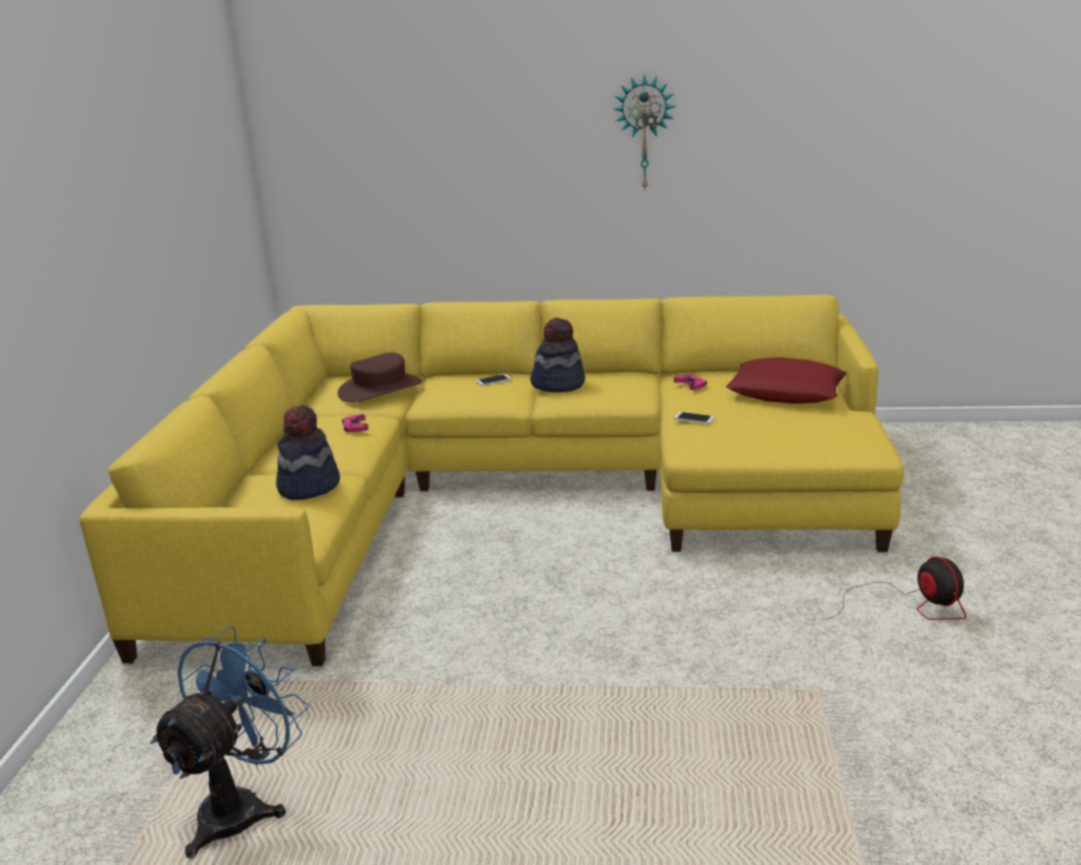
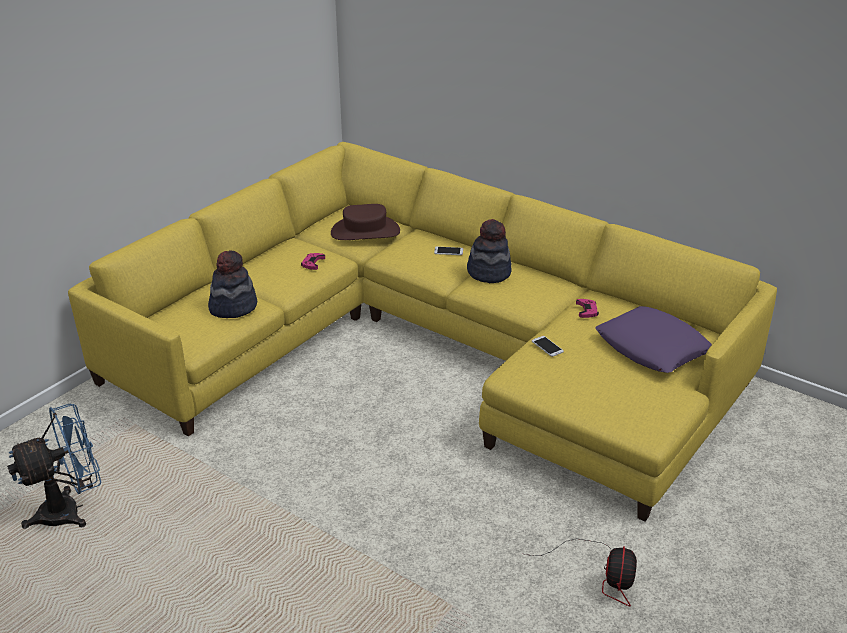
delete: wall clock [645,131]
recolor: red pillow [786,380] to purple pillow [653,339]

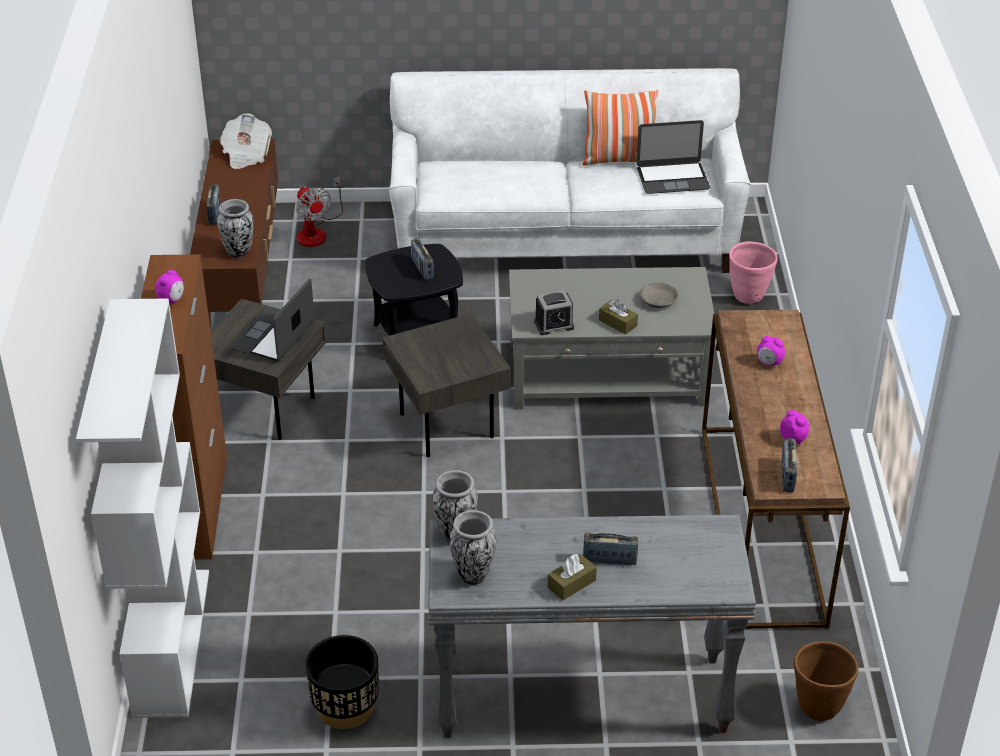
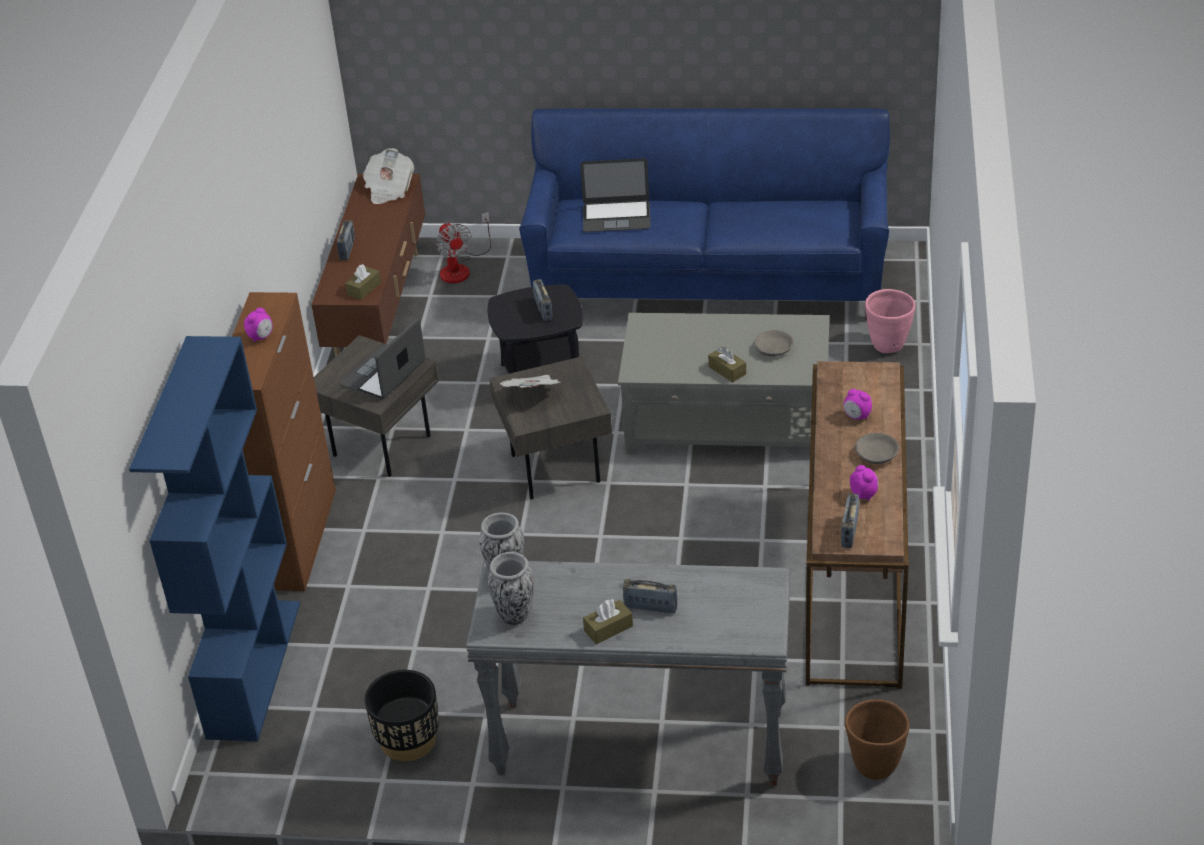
delete: alarm clock [554,312]; pillow [620,127]
insert: newspaper [530,381]; grey bowl [877,448]
move: laptop [673,157] to [615,195]
replace: vase [235,228] to brown tissue box [363,282]
recolor: white bookcase [142,508] to blue bookcase [214,538]; white sofa [570,170] to blue sofa [704,214]

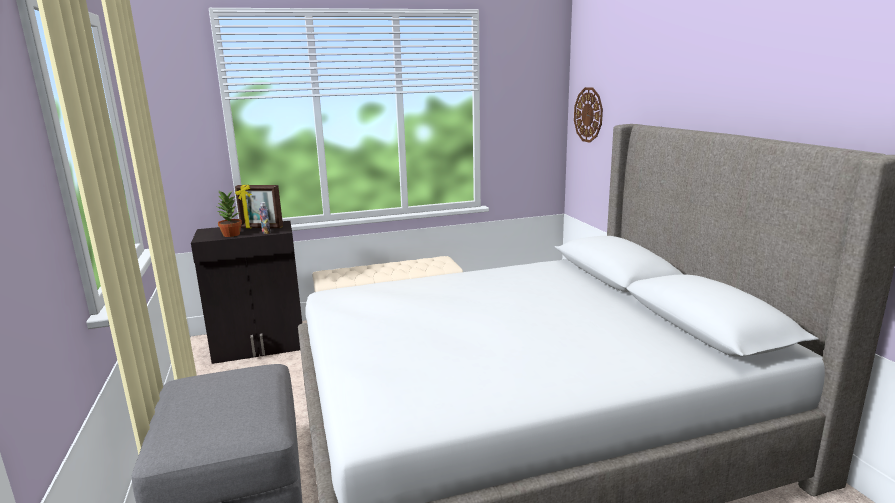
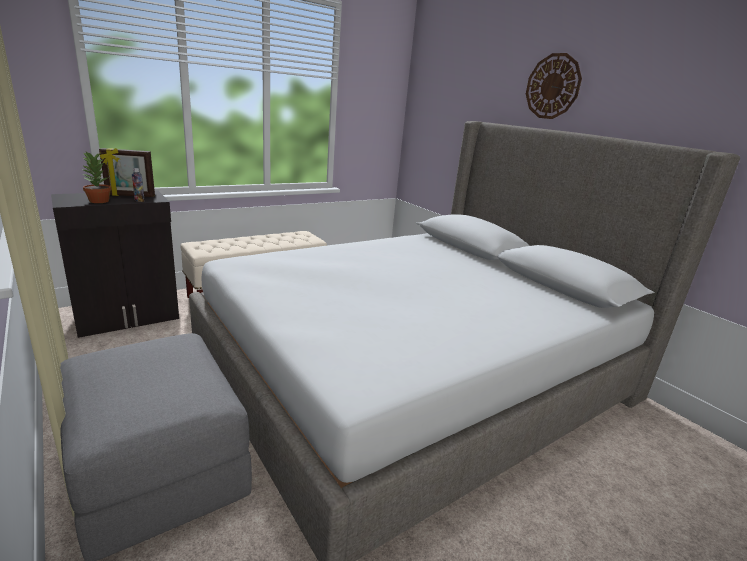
move: wall clock [588,115] to [554,86]

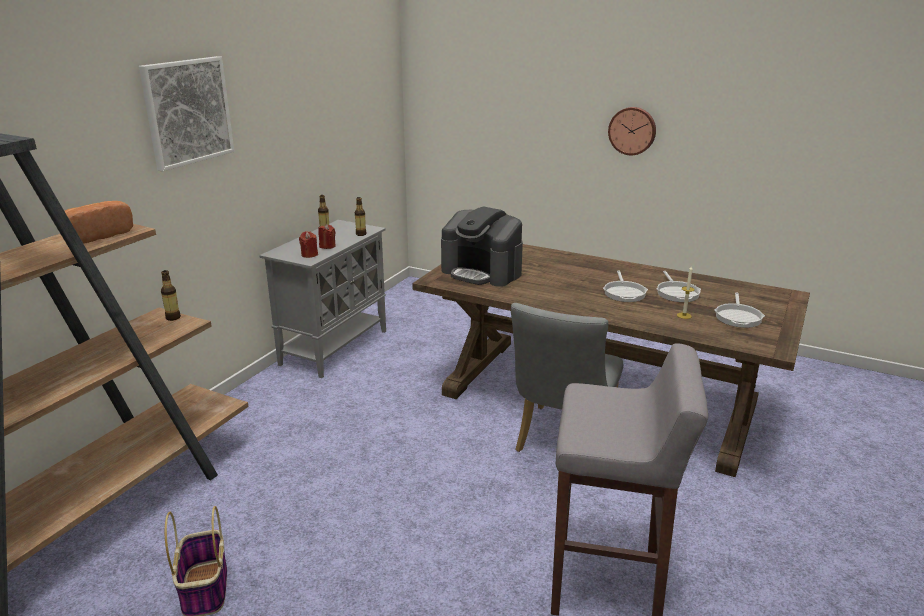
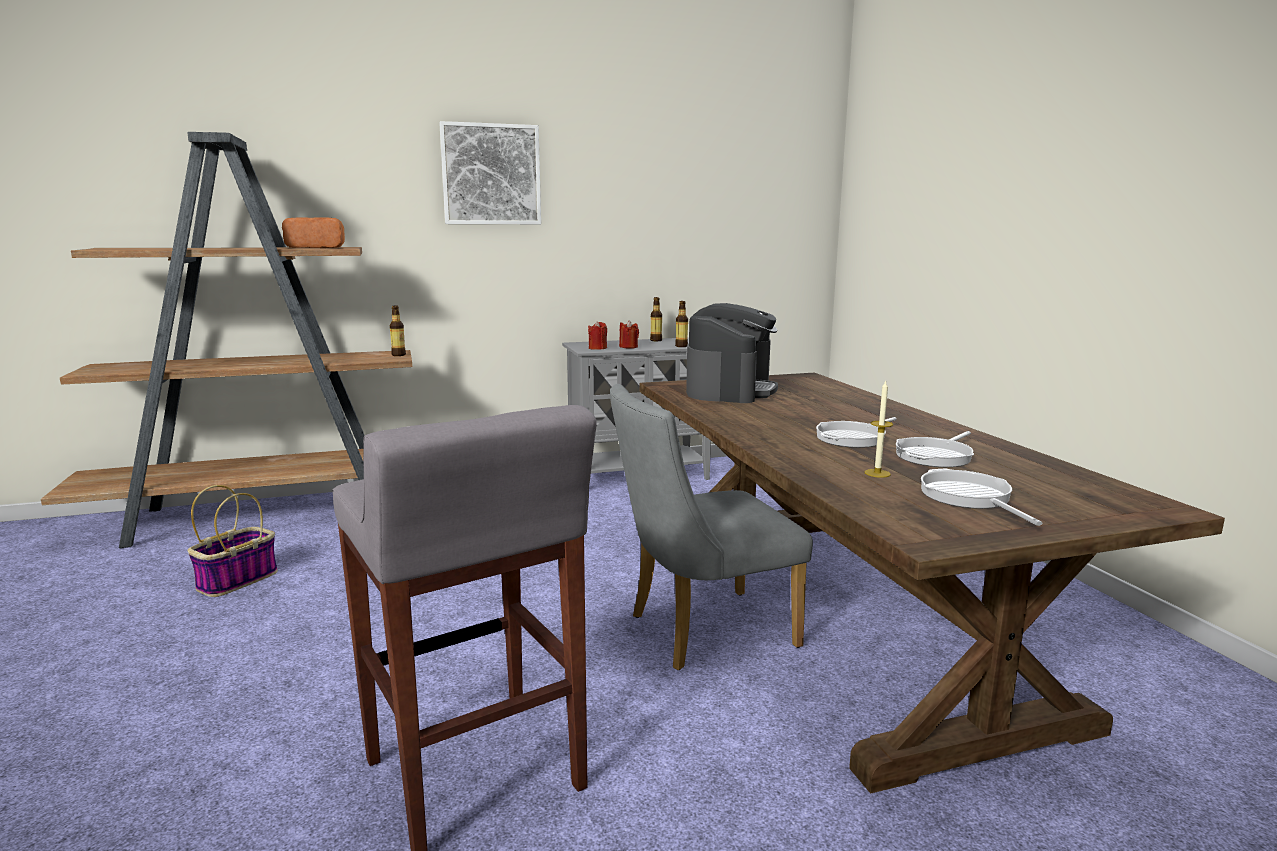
delete: wall clock [632,131]
rotate: coffee machine [482,246] = [732,353] 150 degrees counterclockwise; frying pan [740,310] = [981,497] 105 degrees clockwise

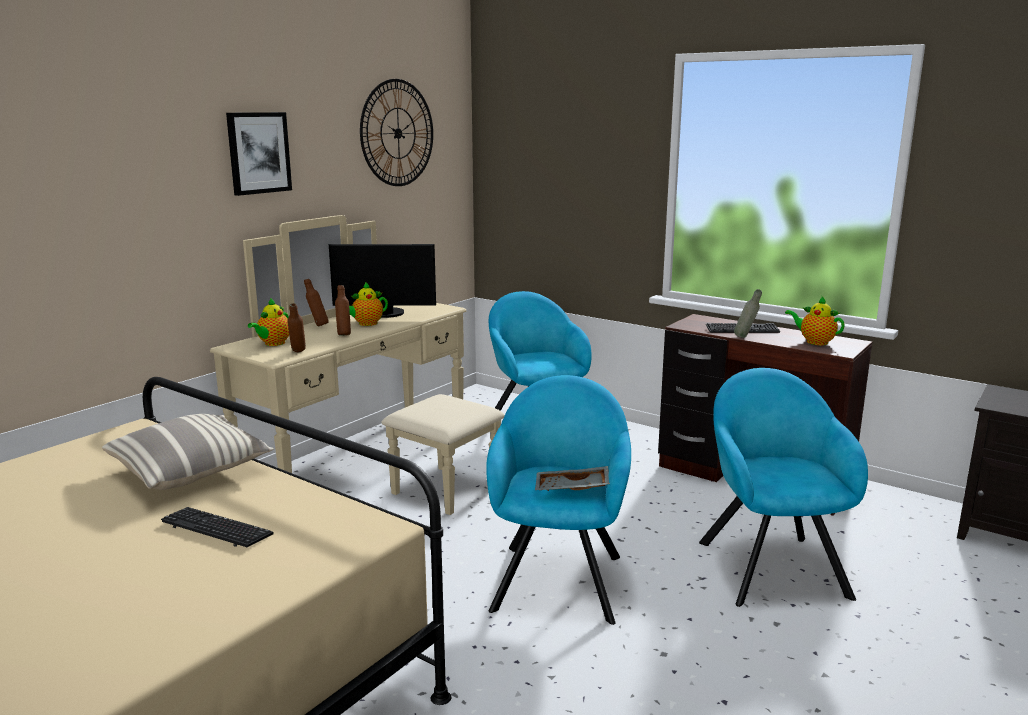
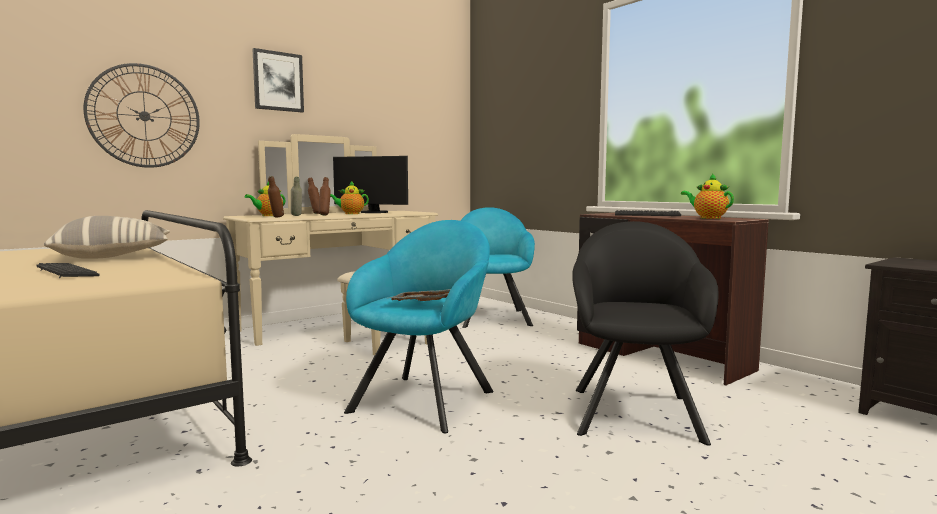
move: wall clock [396,132] to [141,115]; grey bottle [748,313] to [296,196]
recolor: turquoise armchair [783,487] to black armchair [645,333]

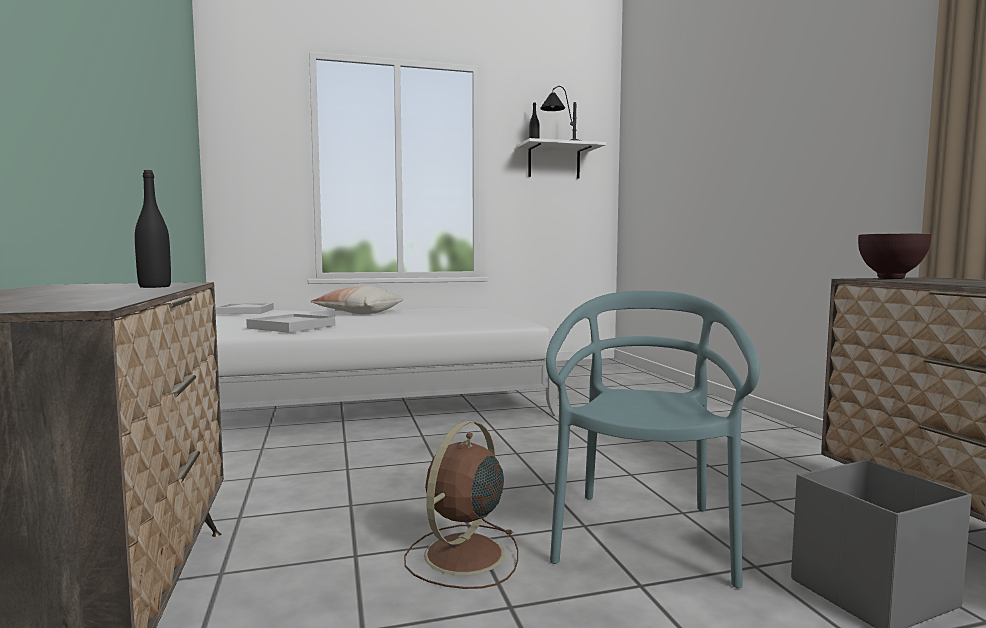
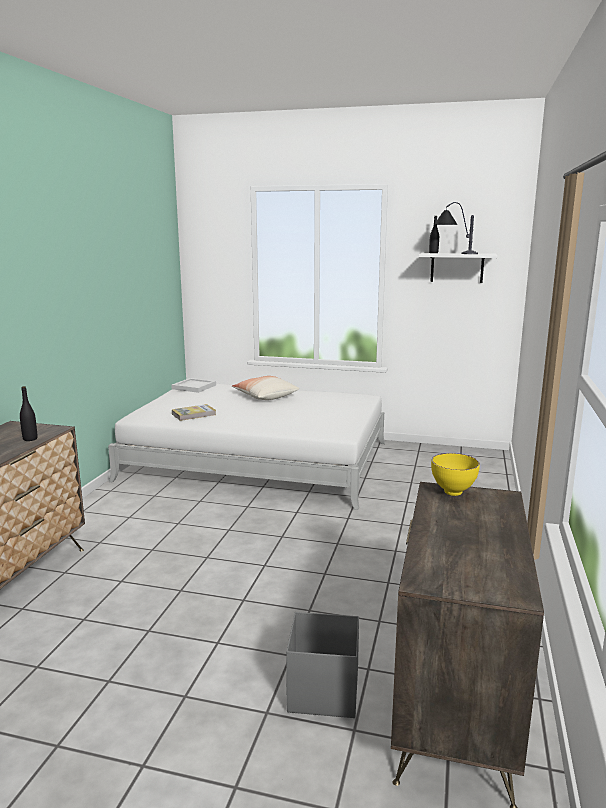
delete: brown fan [461,505]; turquoise chair [653,439]
replace: white tray [290,323] to book [194,412]
recolor: brown bowl [895,256] to yellow bowl [455,474]

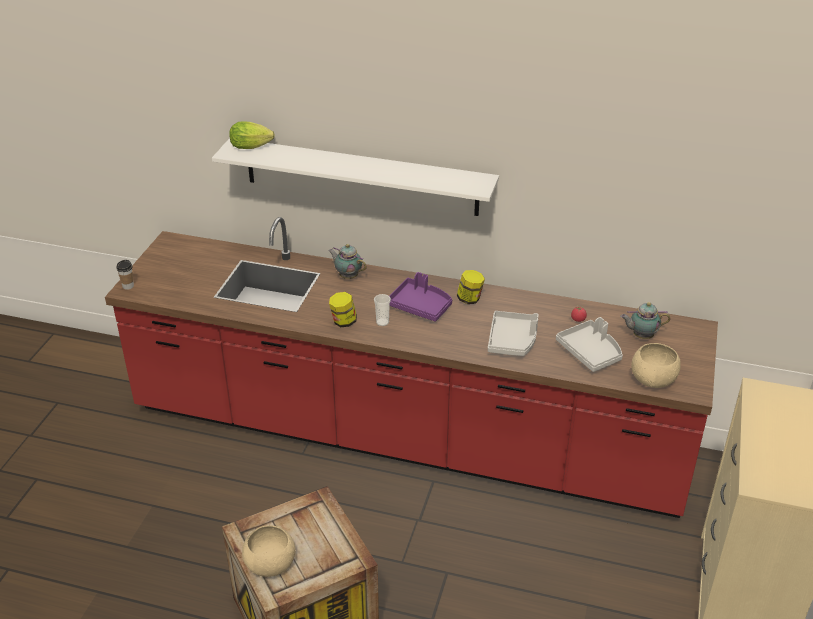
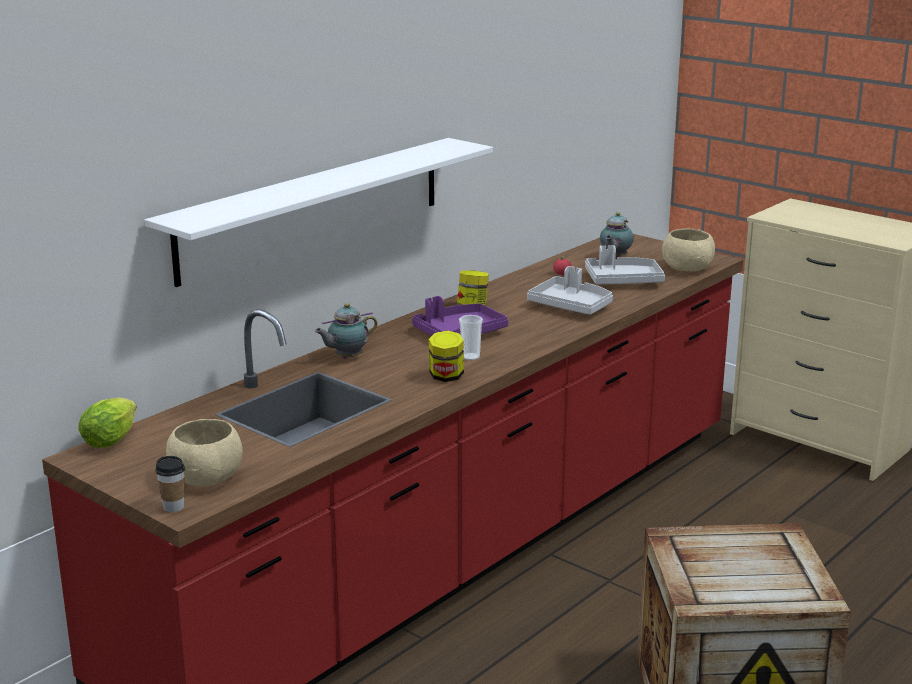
move: lettuce [252,135] to [107,422]; beige bowl [269,551] to [204,452]

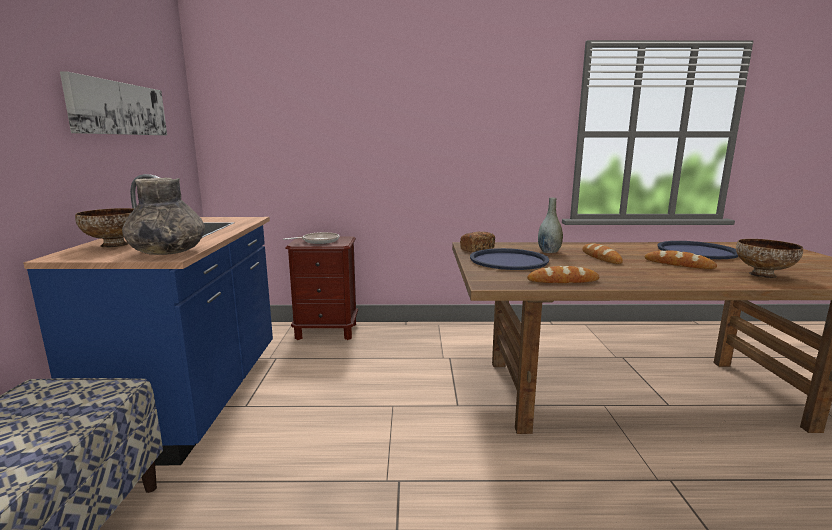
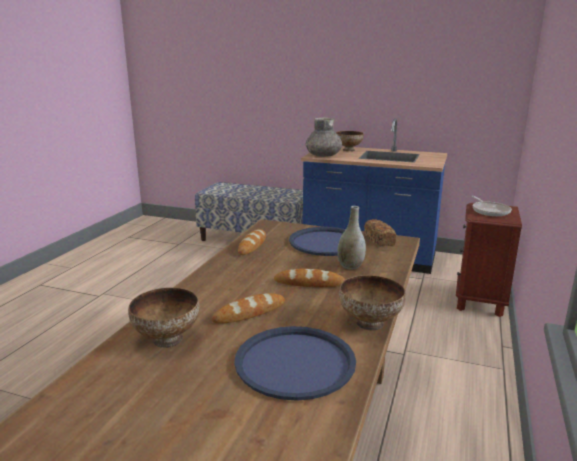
delete: picture [113,103]
insert: bowl [372,303]

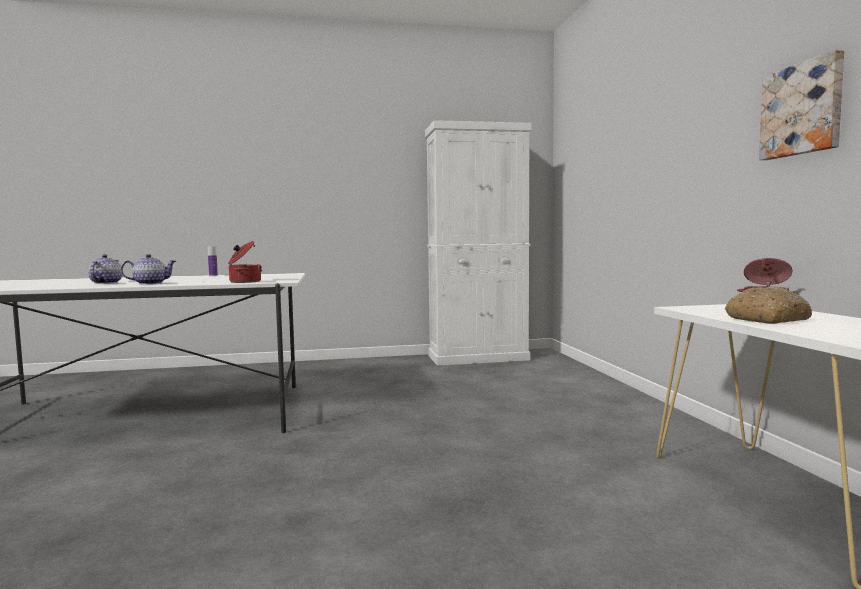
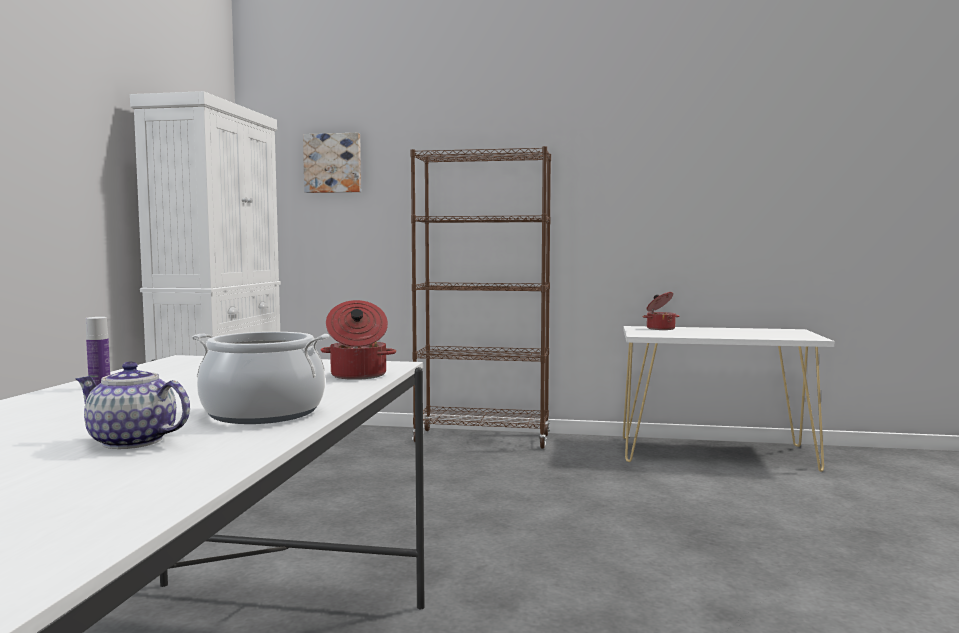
delete: bread [768,305]
insert: brown bookcase [481,297]
move: picture [801,105] to [332,163]
replace: teapot [148,269] to cooking pot [260,378]

